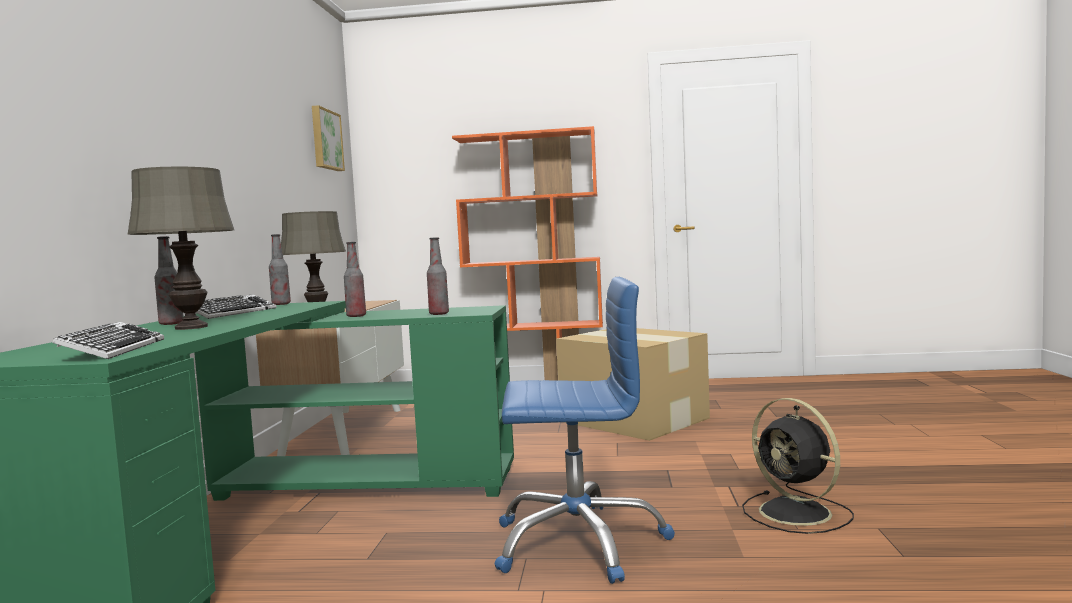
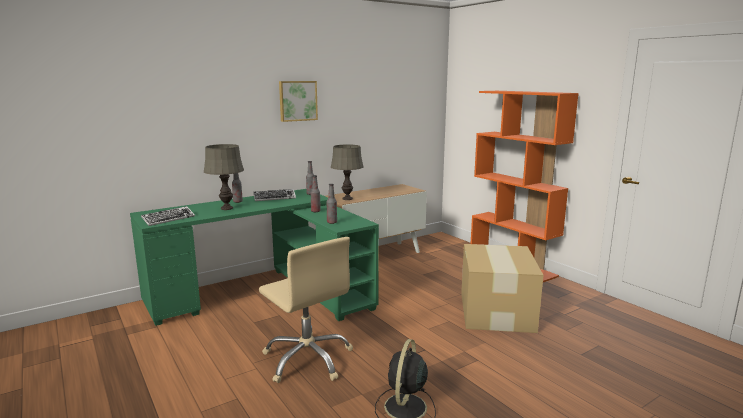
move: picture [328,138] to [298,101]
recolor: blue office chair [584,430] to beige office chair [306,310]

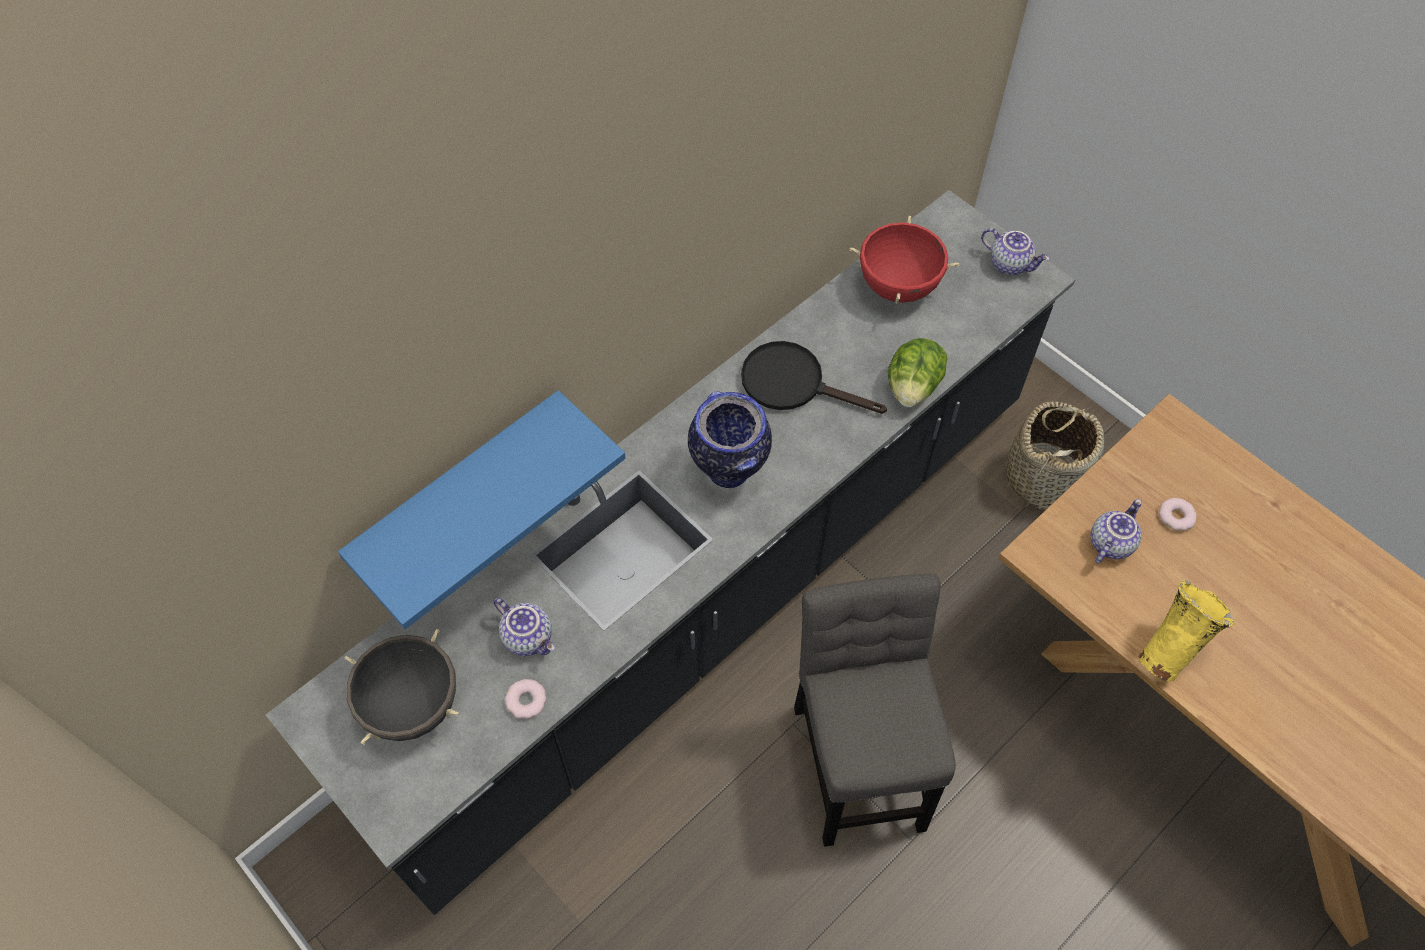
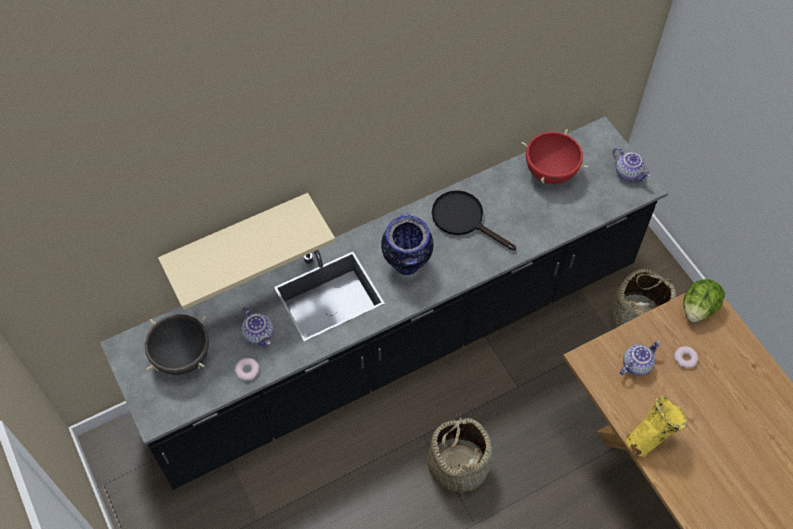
move: lettuce [917,372] to [704,300]
replace: grey chair [875,710] to basket [460,454]
recolor: blue shelf [482,509] to beige shelf [246,251]

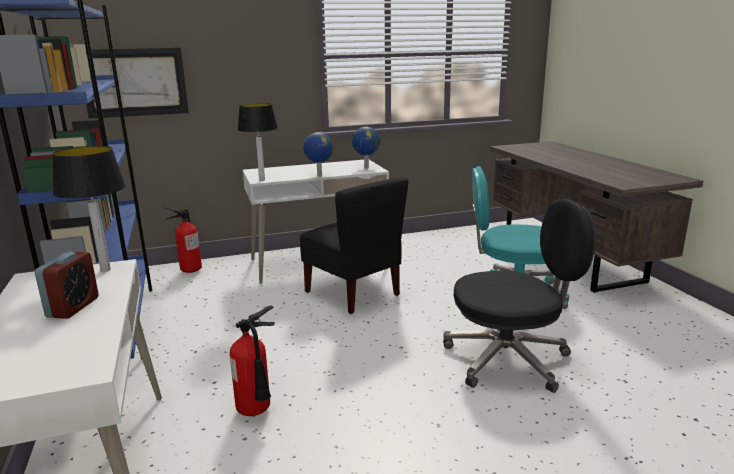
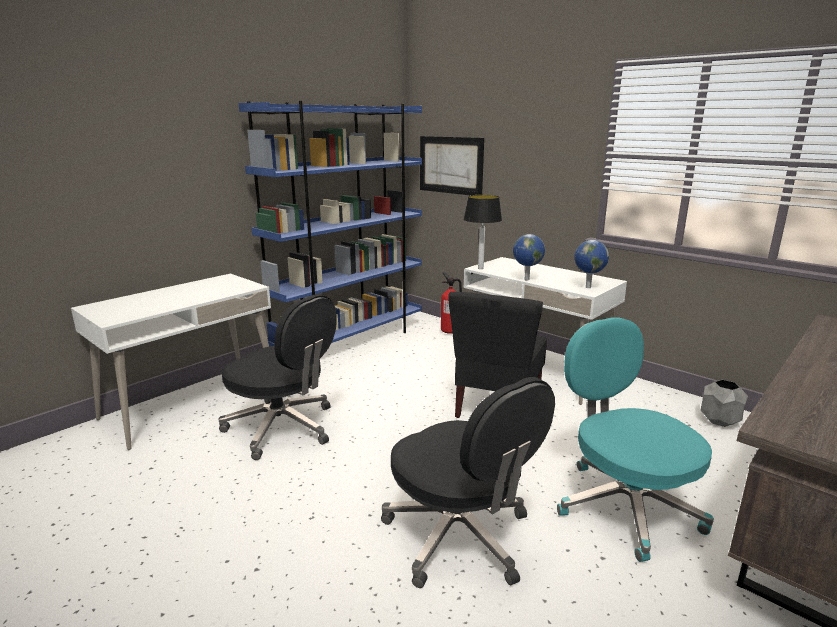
delete: alarm clock [67,285]; table lamp [89,209]
insert: grey planter [724,403]
replace: fire extinguisher [252,361] to black office chair [277,377]

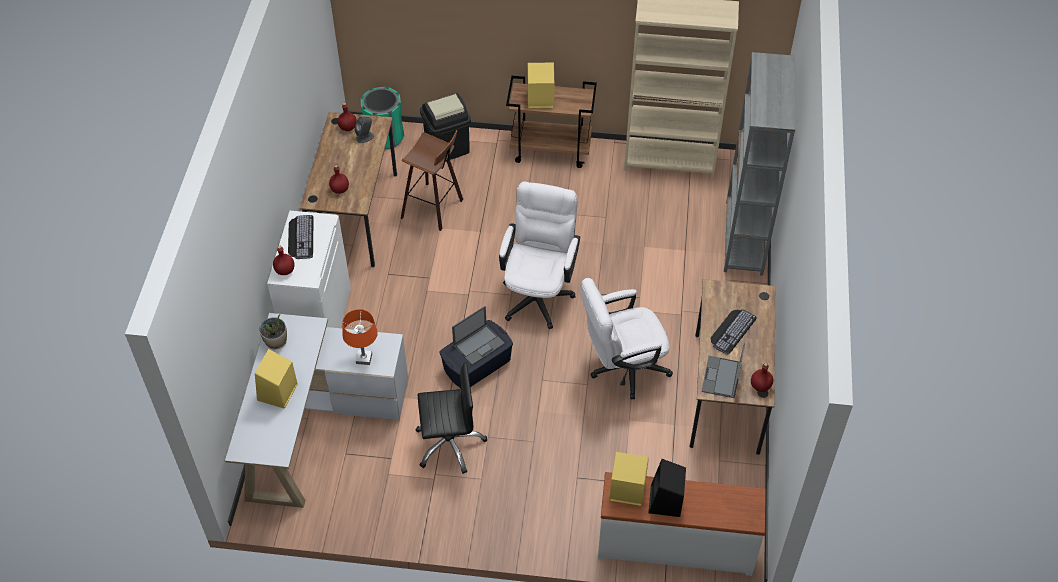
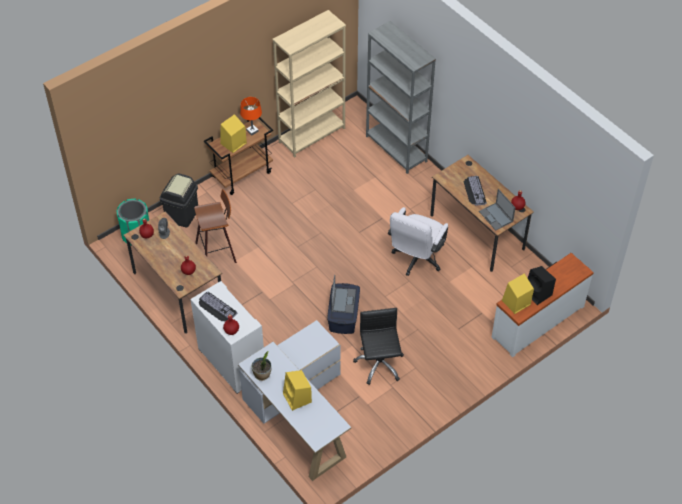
delete: white office chair [539,255]
move: orange table lamp [360,337] to [251,116]
rotate: black office chair [451,418] = [378,346] 45 degrees counterclockwise

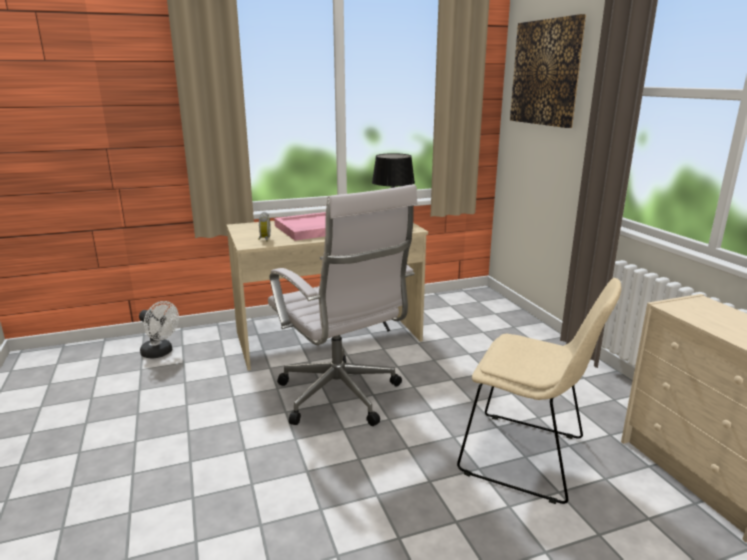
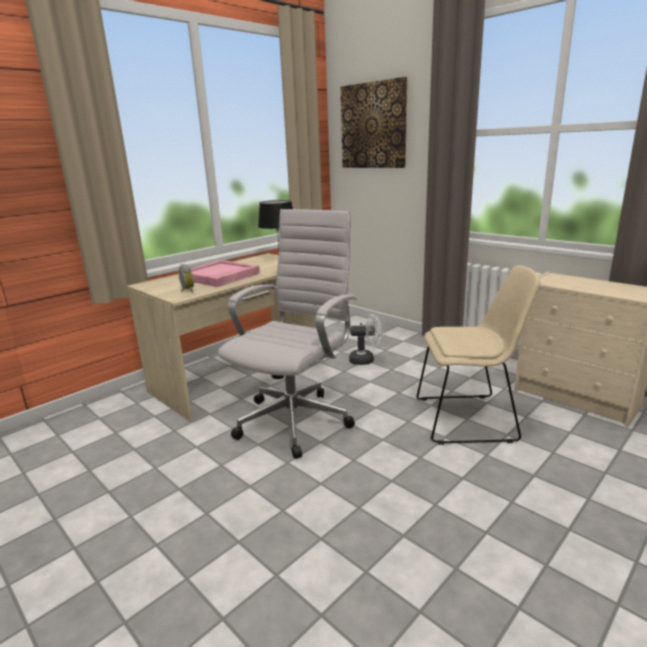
move: white fan [159,330] to [365,339]
rotate: white office chair [342,305] = [287,334] 90 degrees counterclockwise

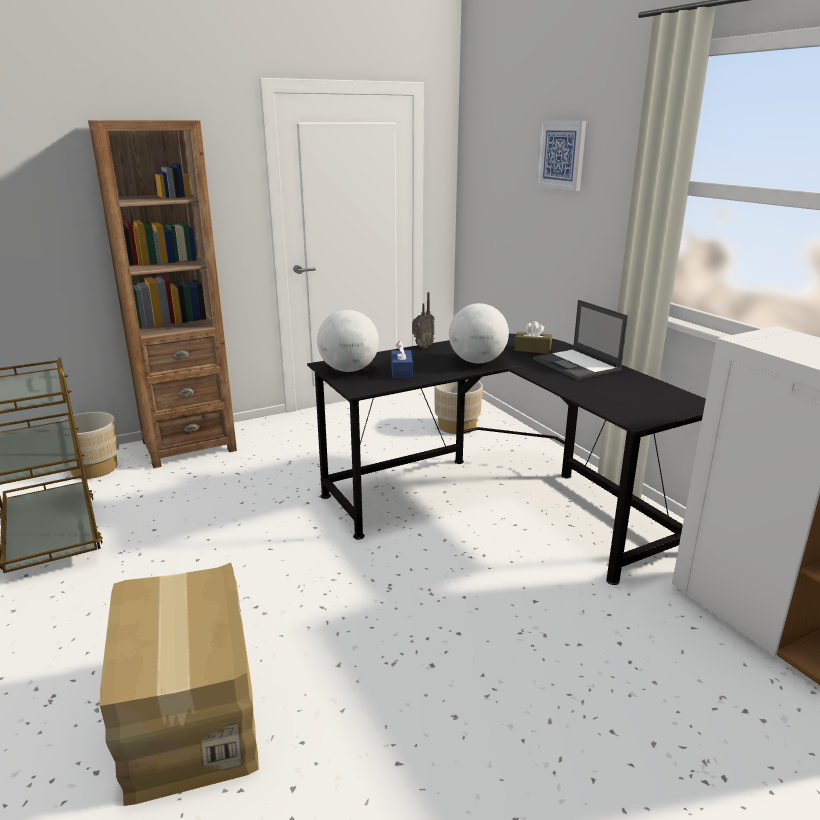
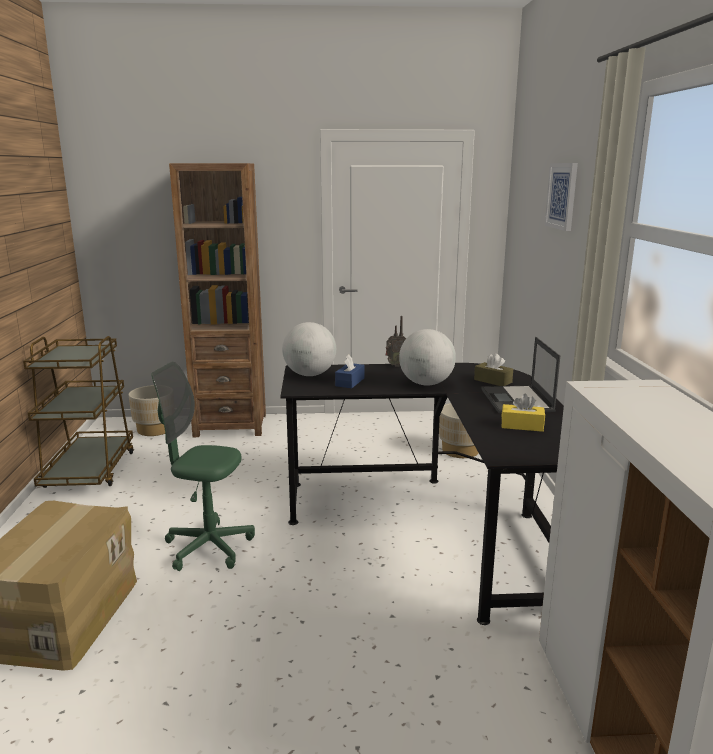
insert: green office chair [203,466]; yellow tissue box [523,413]

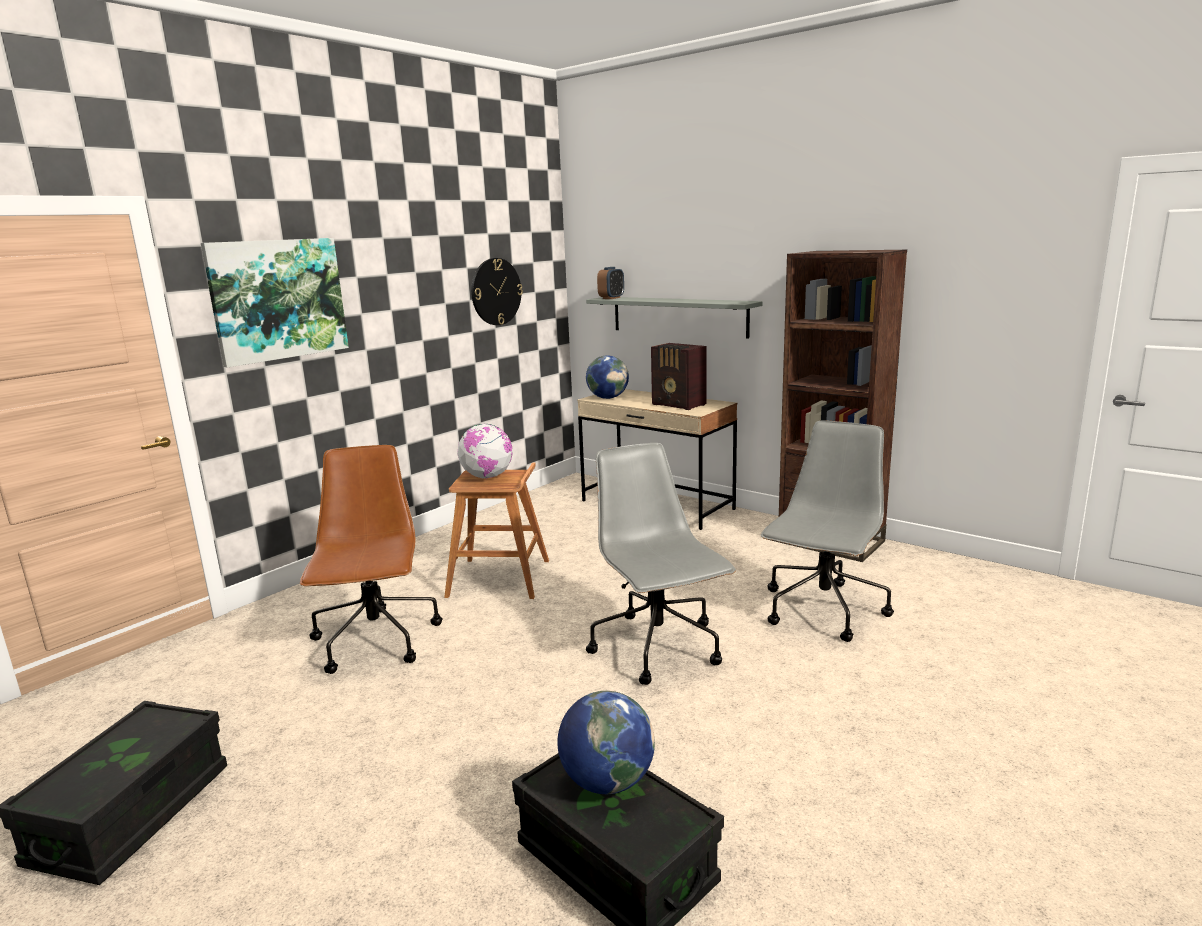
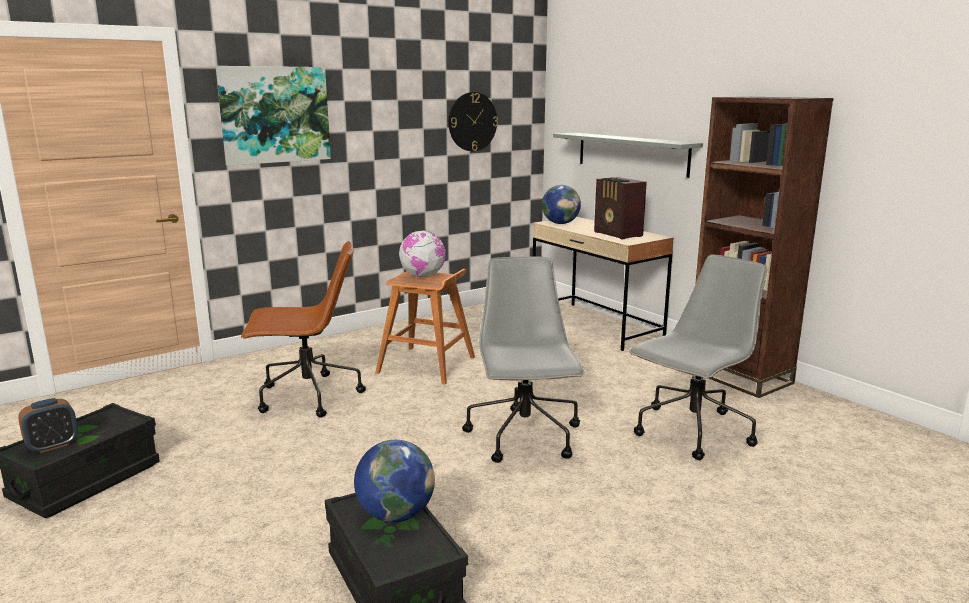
move: alarm clock [610,283] to [48,425]
rotate: brown office chair [371,559] = [303,329] 75 degrees clockwise

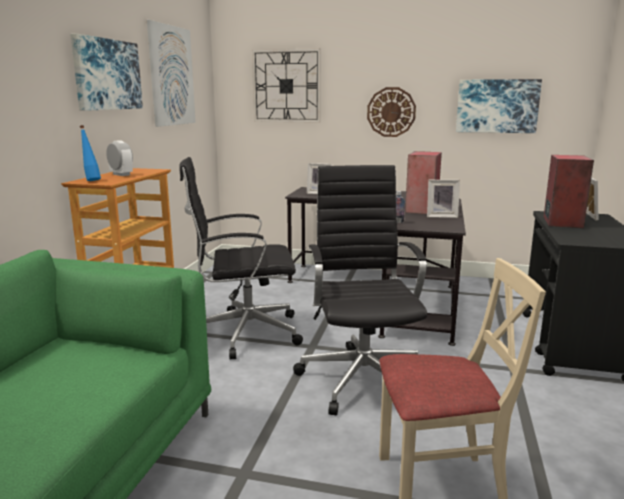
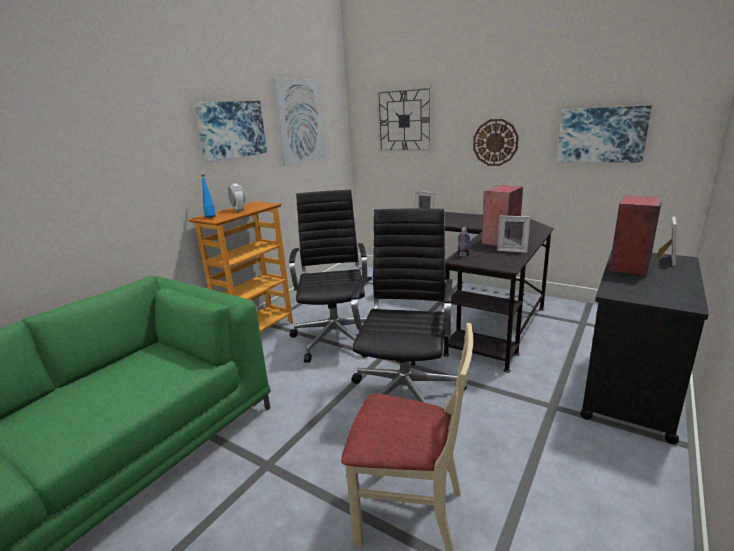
rotate: black office chair [241,258] = [328,276] 75 degrees clockwise

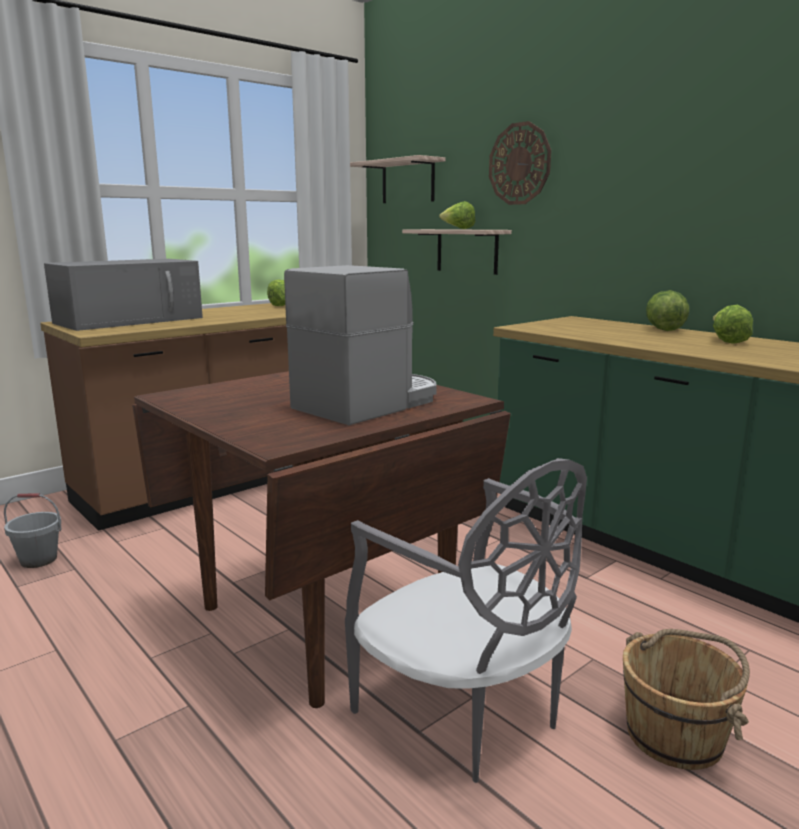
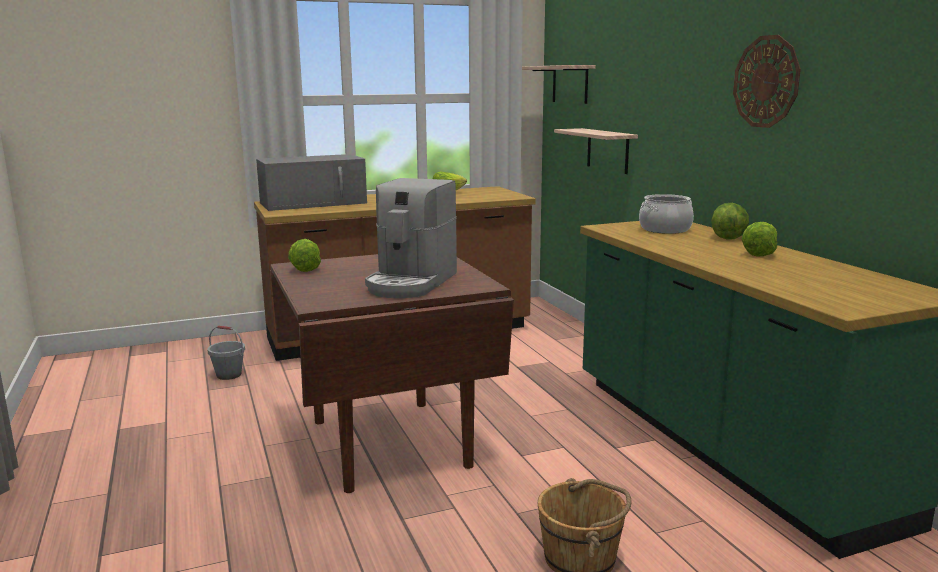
delete: grey chair [466,620]
insert: cooking pot [666,214]
move: lettuce [457,215] to [304,255]; wall clock [520,163] to [767,81]
rotate: coffee machine [360,345] = [411,238] 135 degrees clockwise

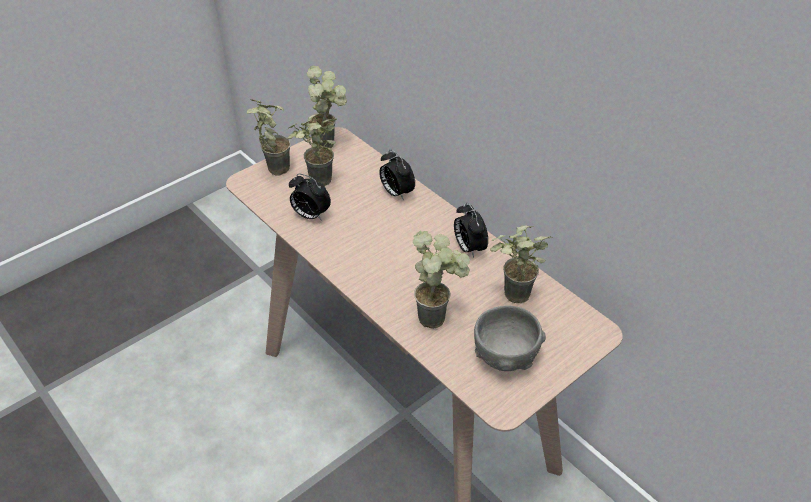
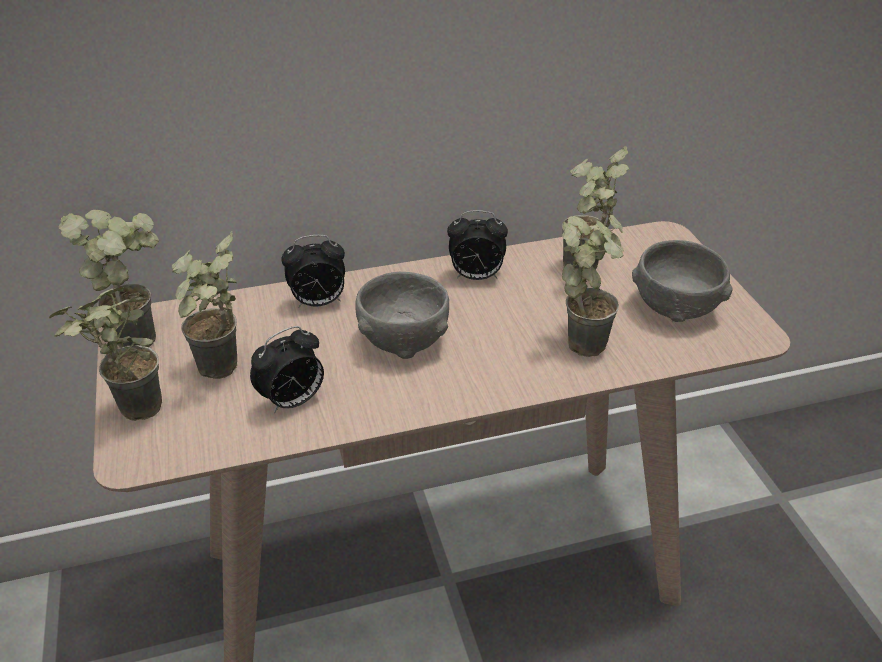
insert: grey bowl [402,315]

